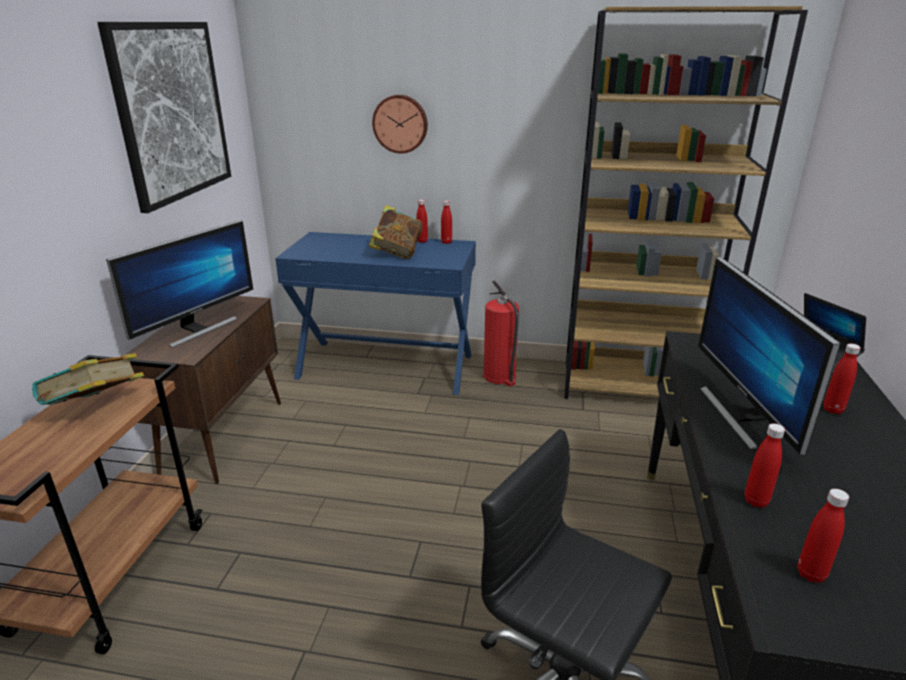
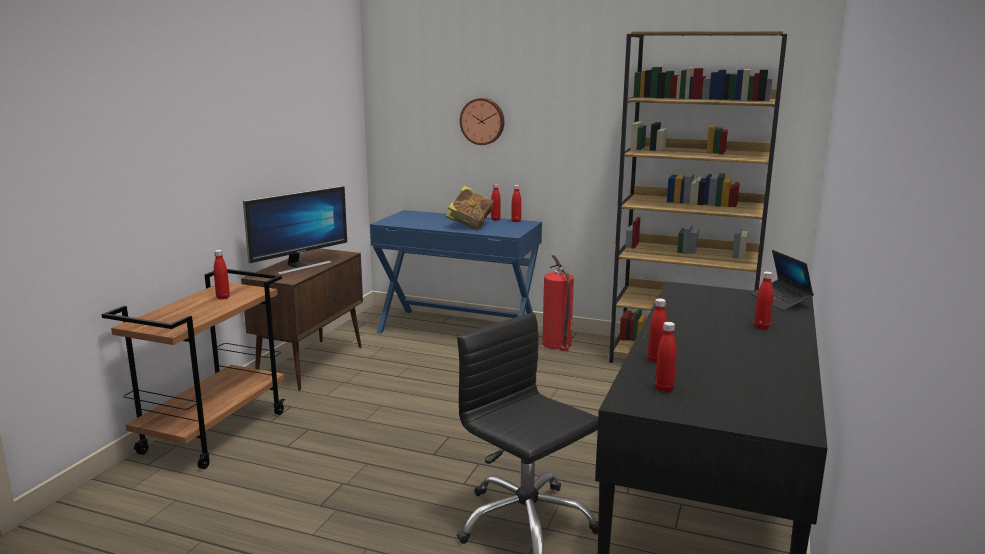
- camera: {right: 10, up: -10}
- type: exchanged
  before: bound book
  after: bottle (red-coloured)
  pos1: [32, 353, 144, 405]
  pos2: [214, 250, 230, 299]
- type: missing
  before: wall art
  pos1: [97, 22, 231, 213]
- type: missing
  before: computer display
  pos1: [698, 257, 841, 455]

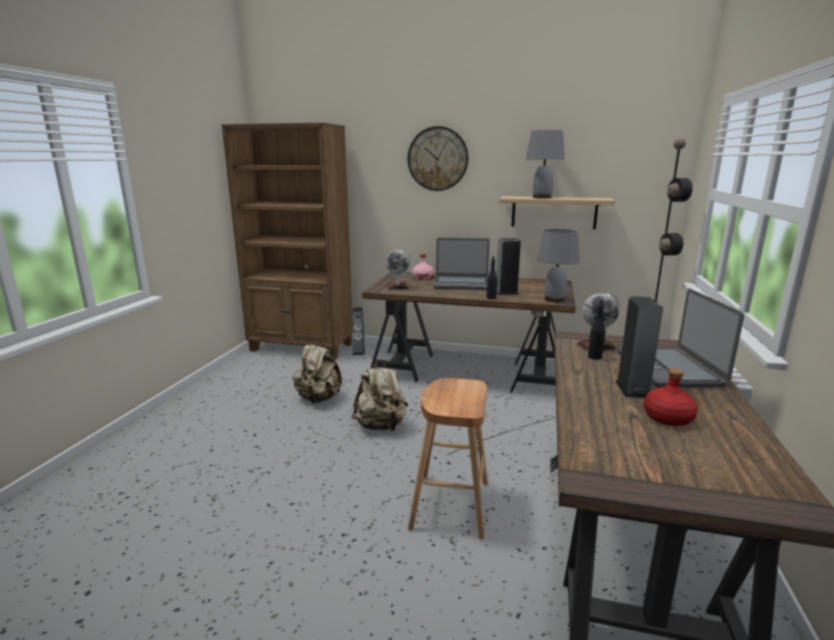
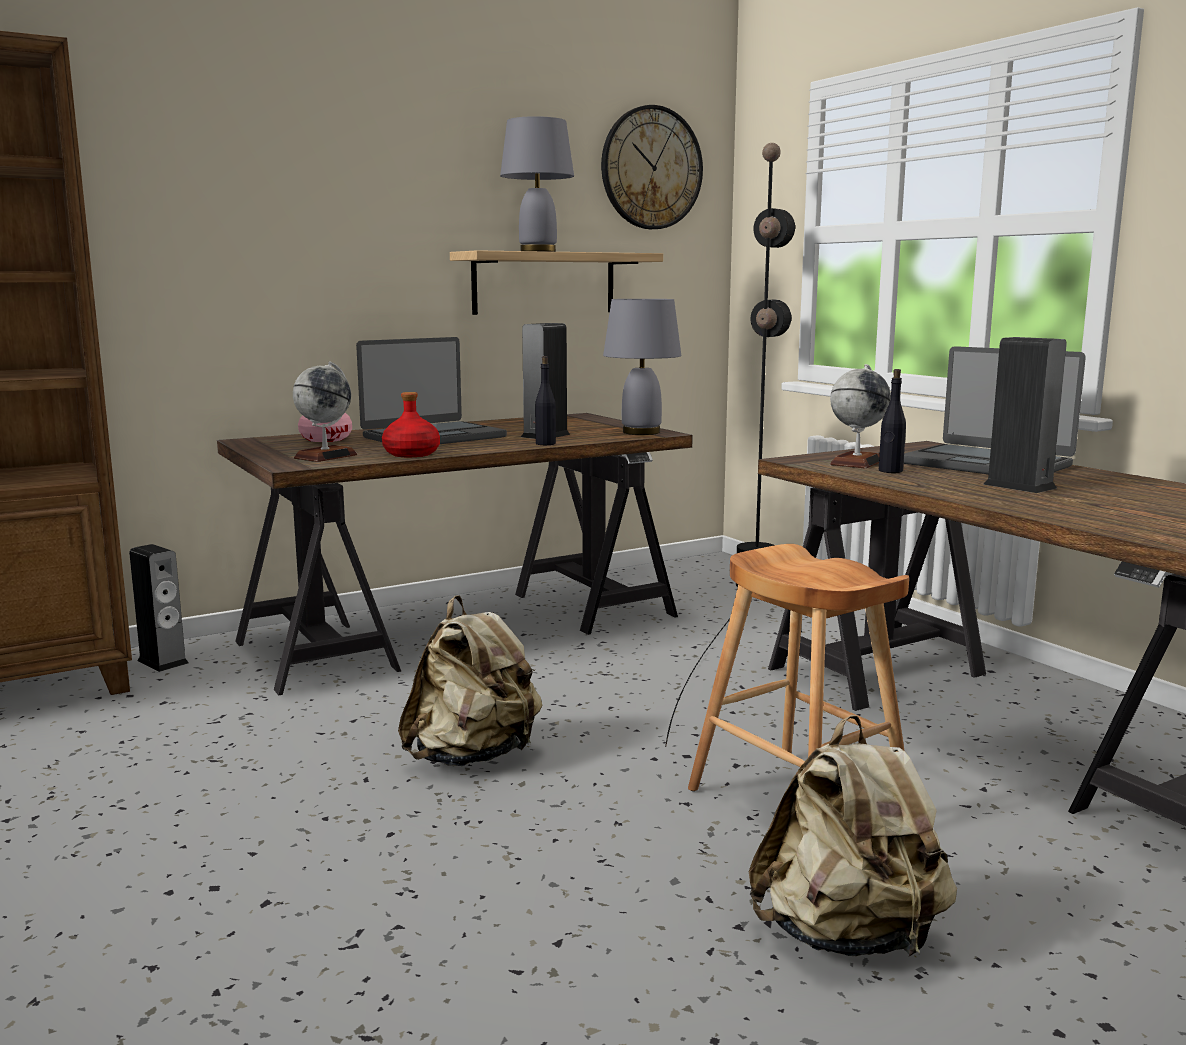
- camera: {right: -45, up: -5}
- type: relocated
  before: bottle (red-coloured)
  pos1: [643, 368, 698, 426]
  pos2: [382, 392, 440, 457]
- type: relocated
  before: wall clock
  pos1: [408, 126, 468, 191]
  pos2: [601, 105, 703, 229]
- type: relocated
  before: knapsack (beige-coloured)
  pos1: [293, 339, 342, 404]
  pos2: [749, 715, 957, 957]

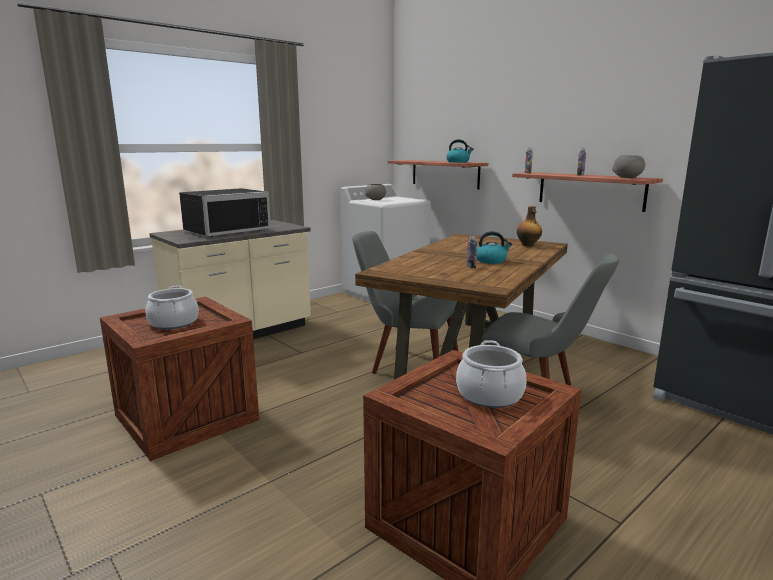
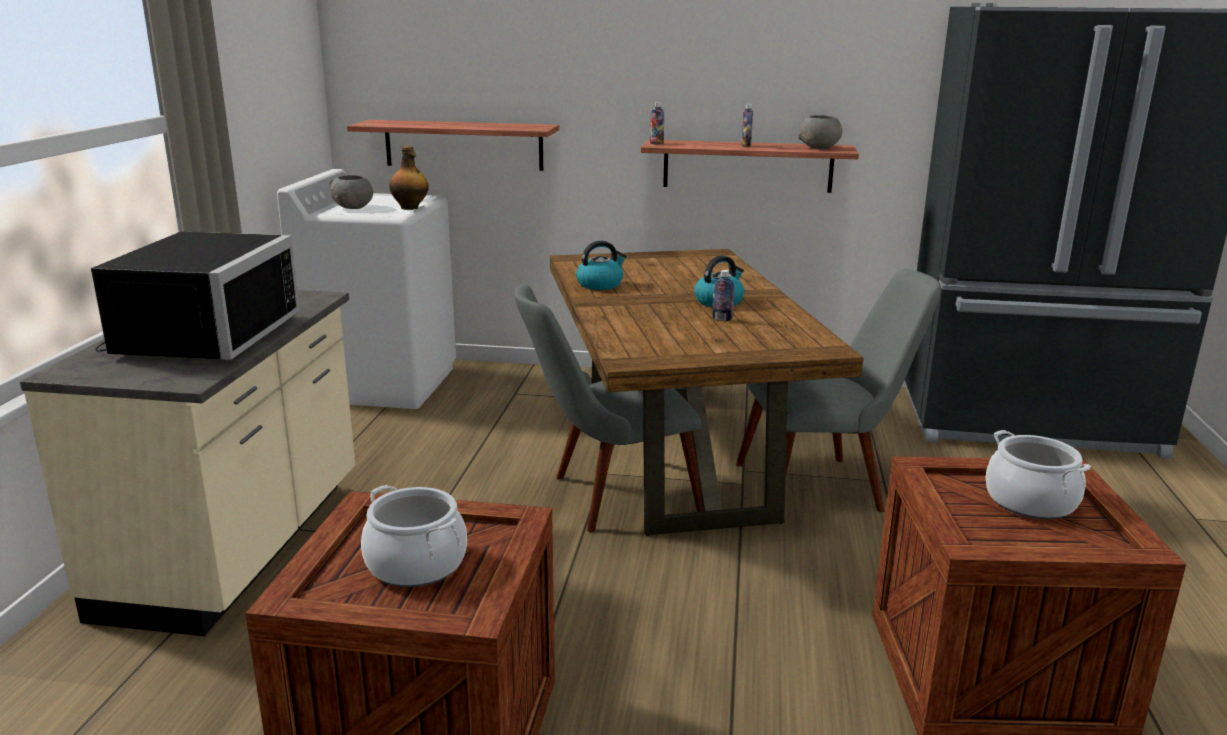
- camera: {right: -40, up: 5}
- type: relocated
  before: bottle
  pos1: [517, 206, 542, 247]
  pos2: [389, 146, 429, 210]
- type: relocated
  before: tea kettle
  pos1: [446, 139, 473, 163]
  pos2: [576, 241, 627, 290]

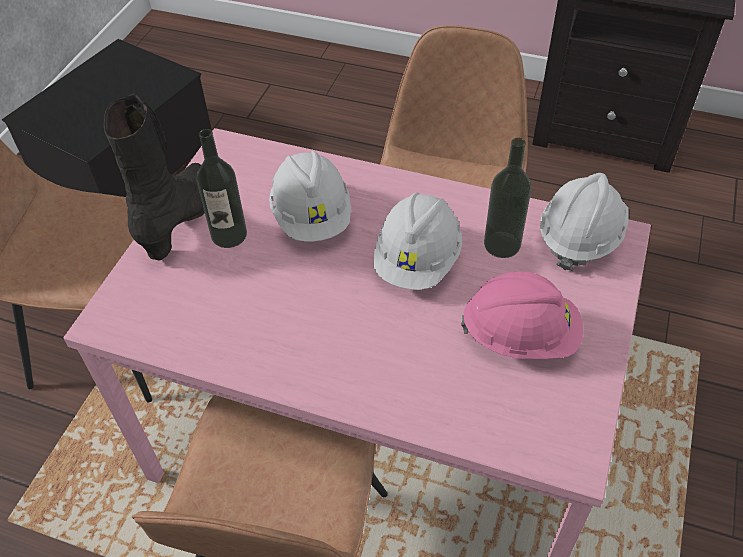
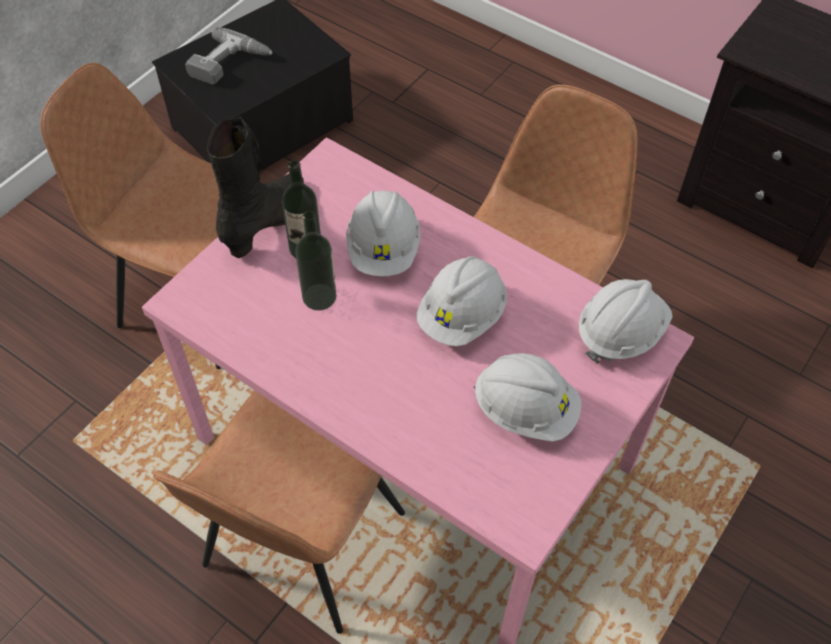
- camera: {right: 15, up: 5}
- type: appeared
  after: power drill
  pos2: [185, 27, 272, 85]
- type: relocated
  before: bottle
  pos1: [484, 138, 531, 258]
  pos2: [295, 211, 336, 311]
- type: colour
  before: safety helmet (pinkish)
  after: safety helmet (whitish)
  pos1: [461, 271, 583, 359]
  pos2: [474, 353, 581, 442]

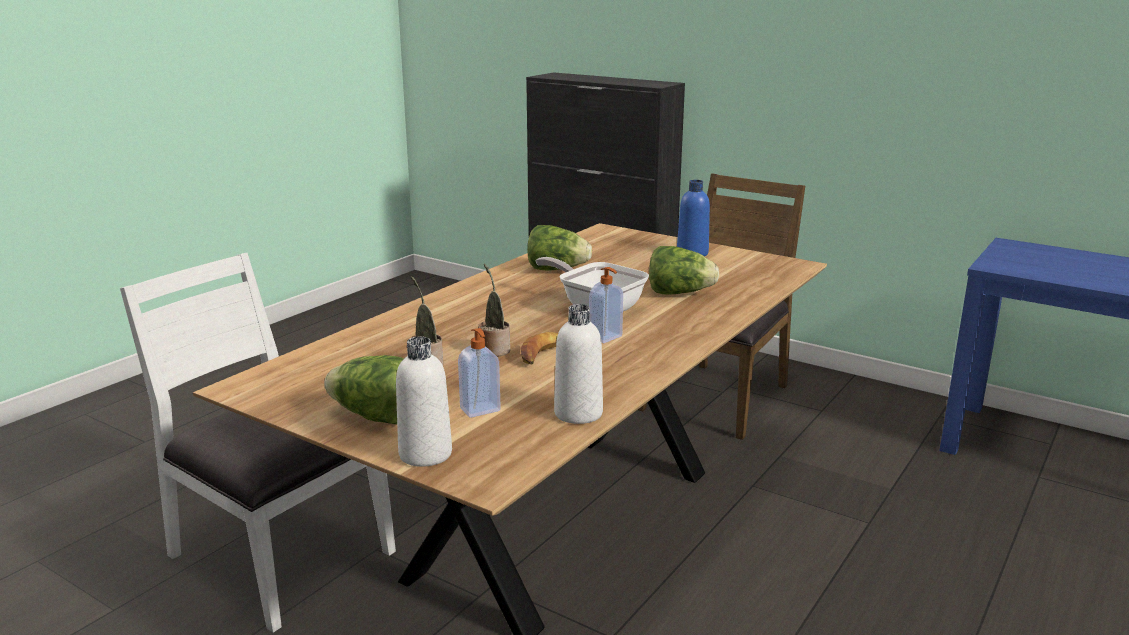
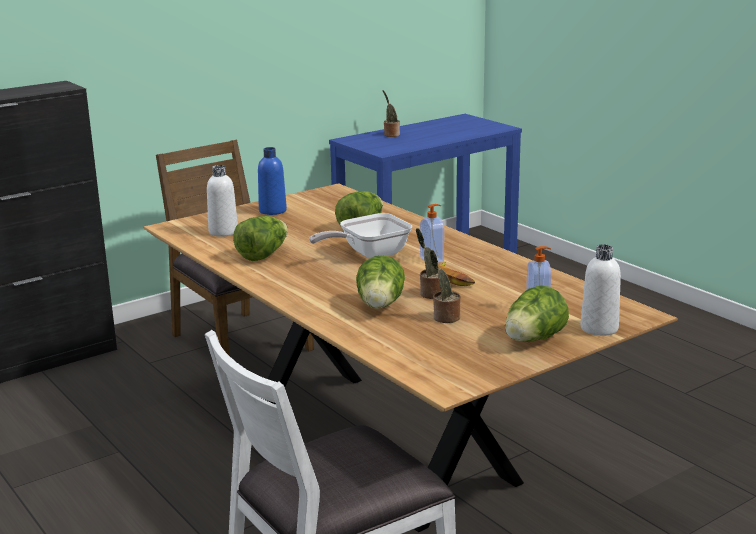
- camera: {right: -70, up: 0}
- type: relocated
  before: bottle (whitish)
  pos1: [554, 304, 603, 424]
  pos2: [207, 165, 238, 237]
- type: appeared
  after: lettuce
  pos2: [356, 255, 405, 309]
- type: appeared
  after: houseplant
  pos2: [383, 90, 400, 137]

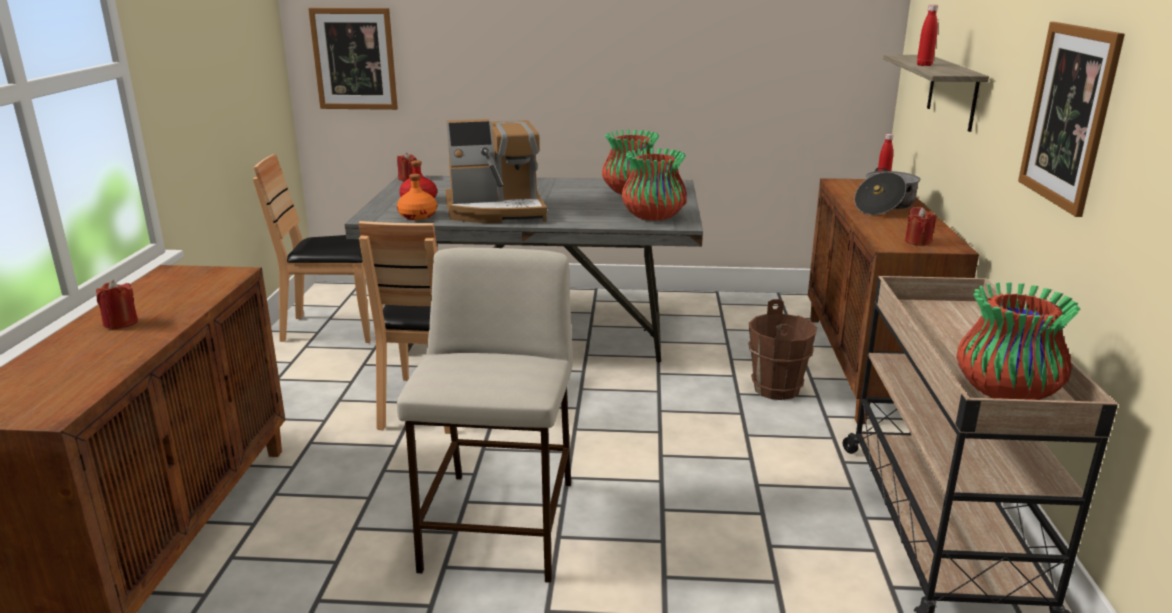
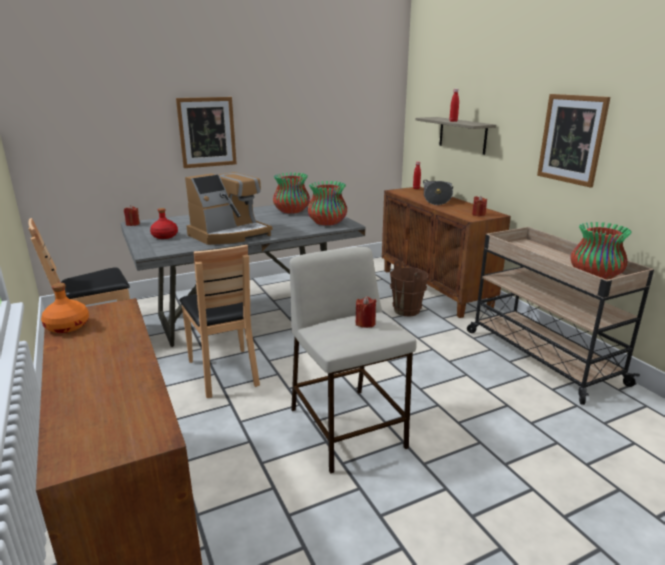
- camera: {right: -30, up: 0}
- type: relocated
  before: bottle (orange-coloured)
  pos1: [397, 174, 437, 220]
  pos2: [41, 283, 89, 333]
- type: relocated
  before: wall art
  pos1: [308, 8, 398, 110]
  pos2: [176, 97, 237, 168]
- type: relocated
  before: candle (red-coloured)
  pos1: [96, 280, 138, 329]
  pos2: [356, 296, 377, 328]

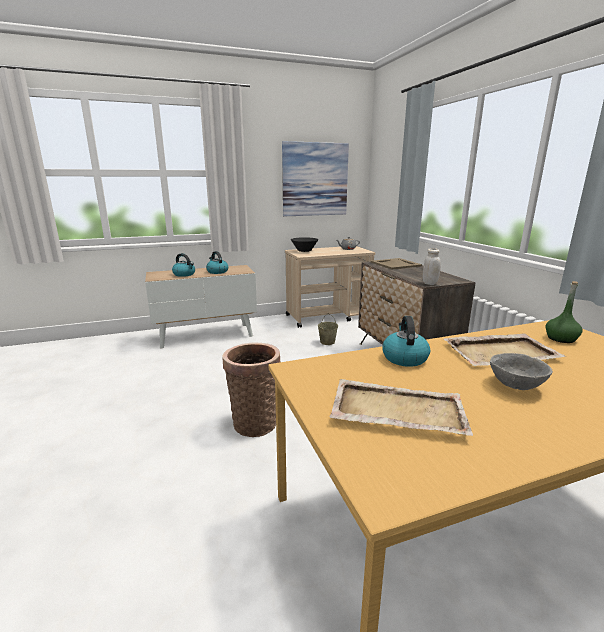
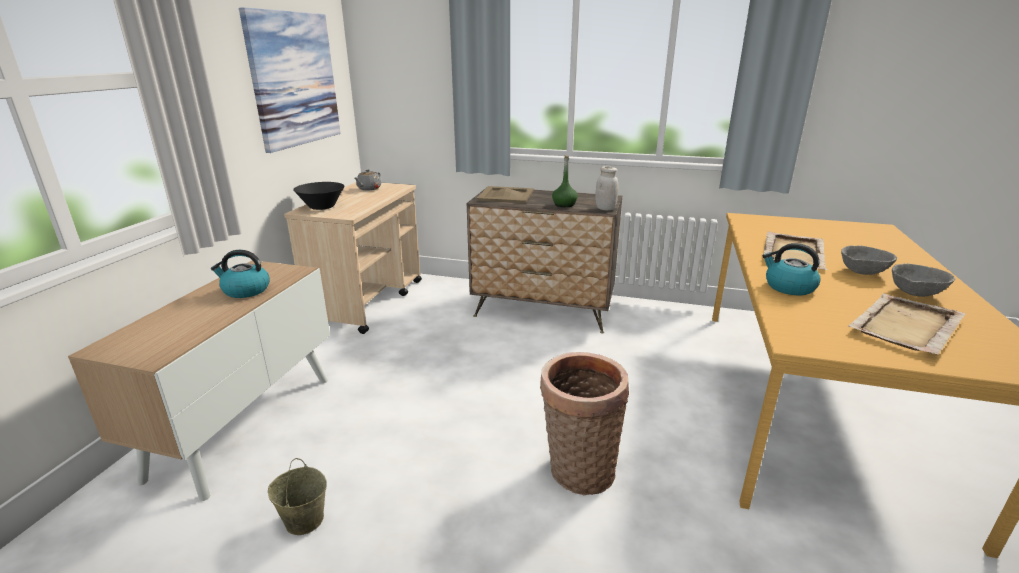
- camera: {right: -55, up: 5}
- type: relocated
  before: pail (beige-coloured)
  pos1: [318, 314, 338, 345]
  pos2: [268, 458, 327, 535]
- type: relocated
  before: bottle (green)
  pos1: [546, 281, 583, 343]
  pos2: [552, 155, 578, 207]
- type: appeared
  after: bowl (grey)
  pos2: [892, 263, 955, 297]
- type: missing
  before: tea kettle
  pos1: [172, 253, 195, 277]

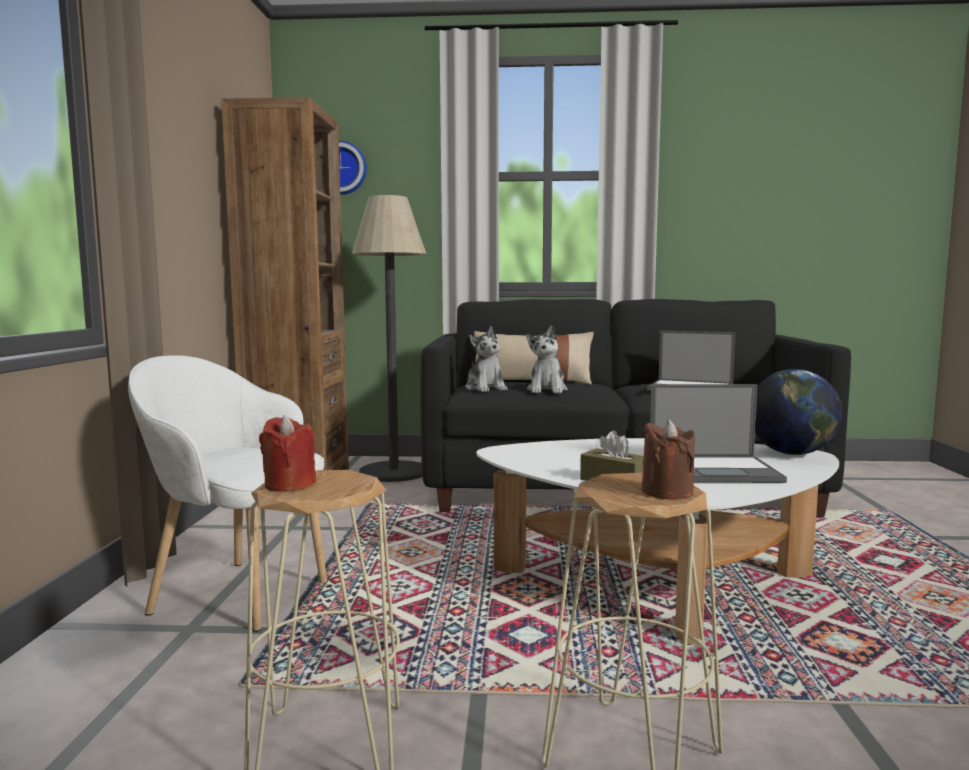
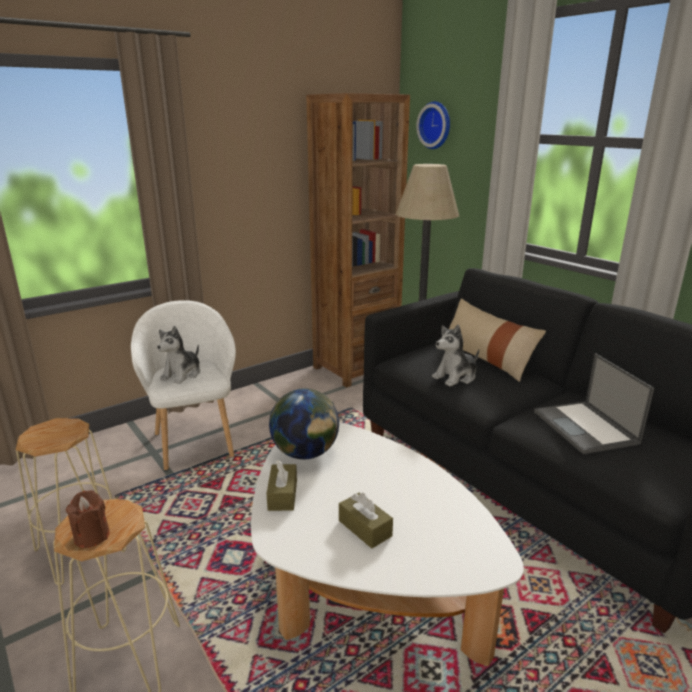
- camera: {right: 50, up: 15}
- type: relocated
  before: cuddly toy
  pos1: [466, 326, 508, 392]
  pos2: [157, 326, 200, 384]
- type: relocated
  before: desk globe
  pos1: [755, 369, 842, 455]
  pos2: [269, 388, 339, 459]
- type: exchanged
  before: laptop
  after: box of tissues (brown)
  pos1: [650, 384, 787, 483]
  pos2: [339, 493, 393, 548]
- type: missing
  before: candle (red-coloured)
  pos1: [259, 415, 317, 492]

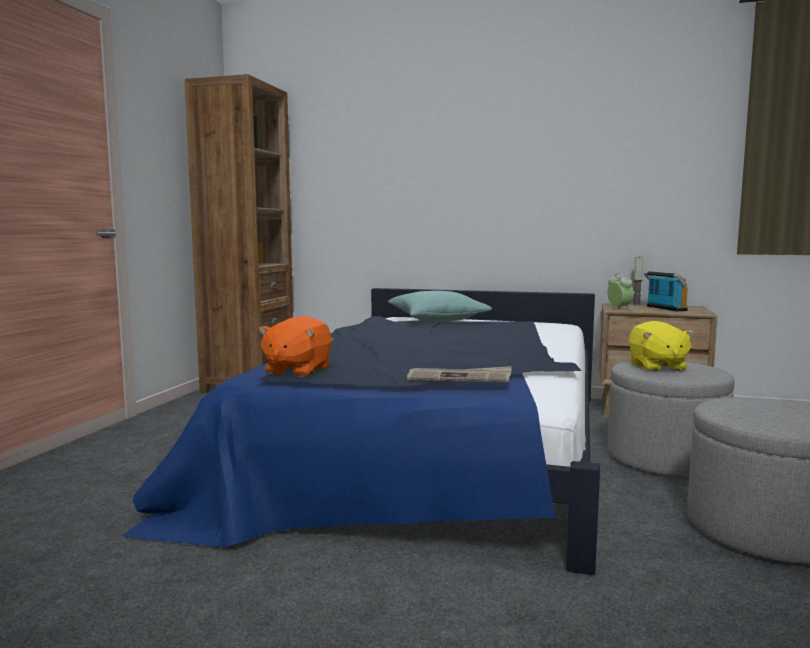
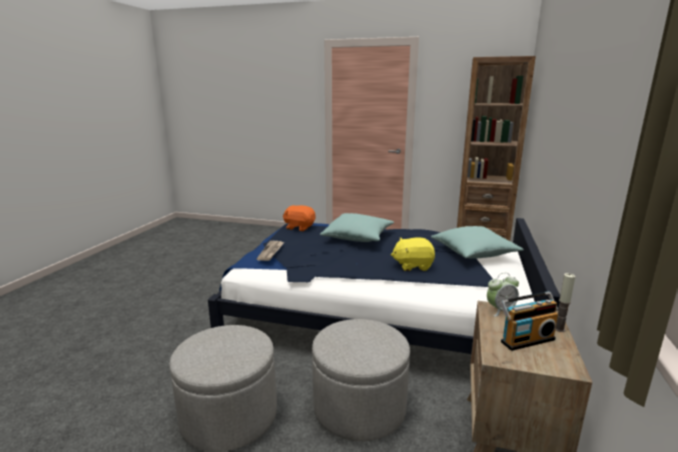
- camera: {right: 90, up: 10}
- type: appeared
  after: cushion (blue-green)
  pos2: [320, 213, 394, 242]
- type: relocated
  before: cuddly toy (yellow-coloured)
  pos1: [629, 321, 694, 372]
  pos2: [391, 238, 435, 271]

